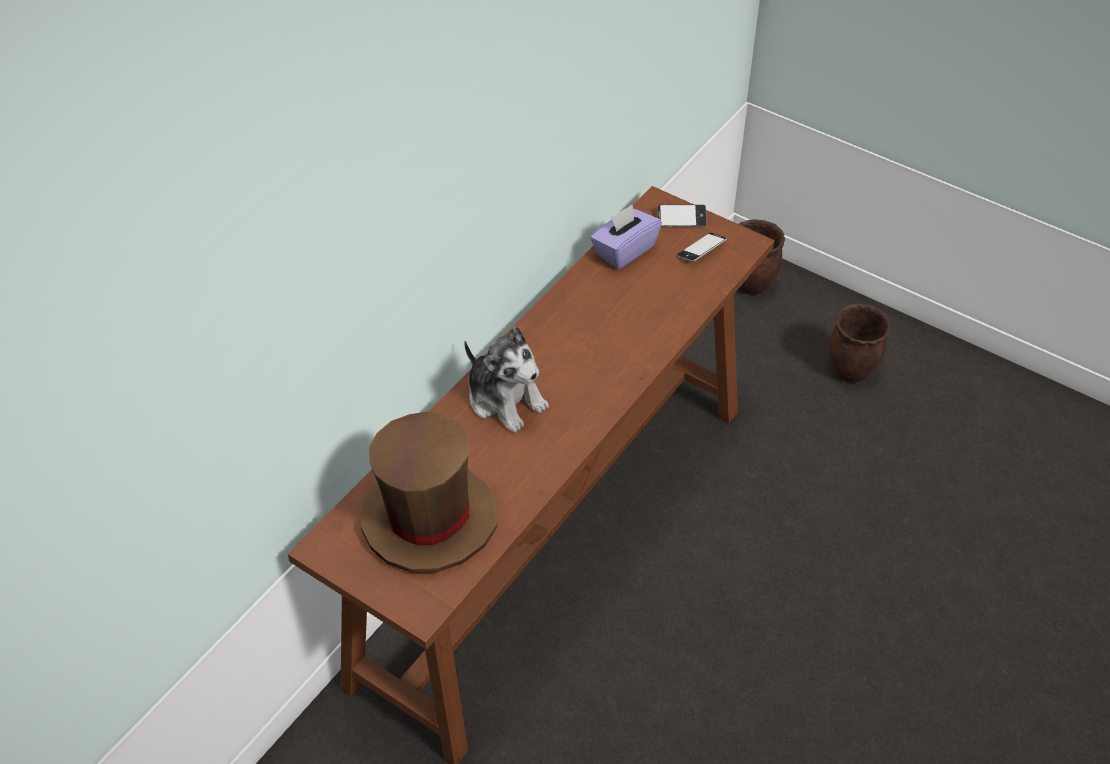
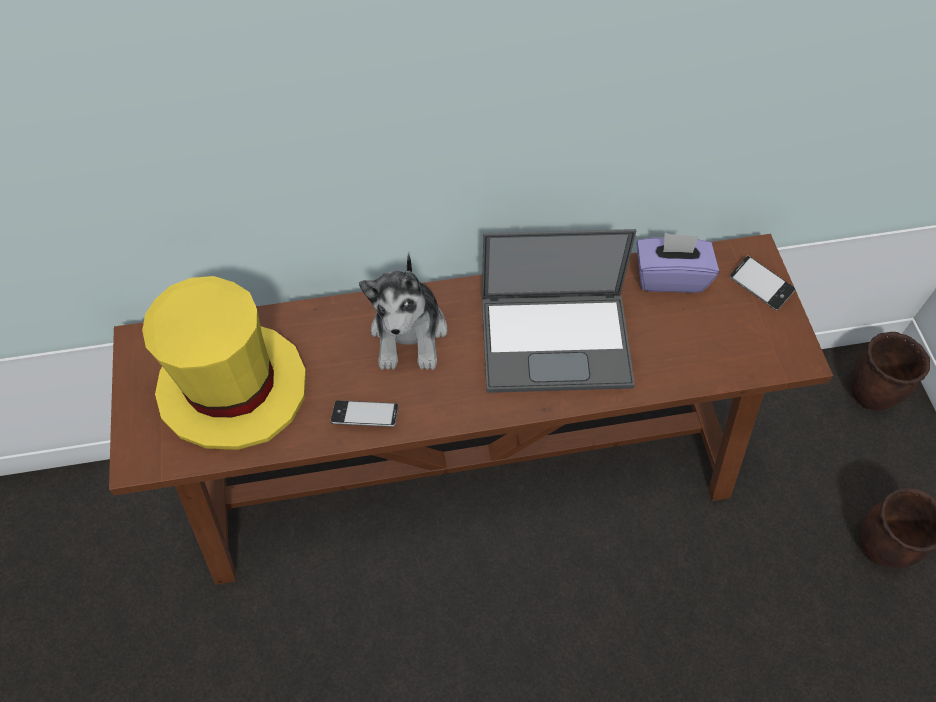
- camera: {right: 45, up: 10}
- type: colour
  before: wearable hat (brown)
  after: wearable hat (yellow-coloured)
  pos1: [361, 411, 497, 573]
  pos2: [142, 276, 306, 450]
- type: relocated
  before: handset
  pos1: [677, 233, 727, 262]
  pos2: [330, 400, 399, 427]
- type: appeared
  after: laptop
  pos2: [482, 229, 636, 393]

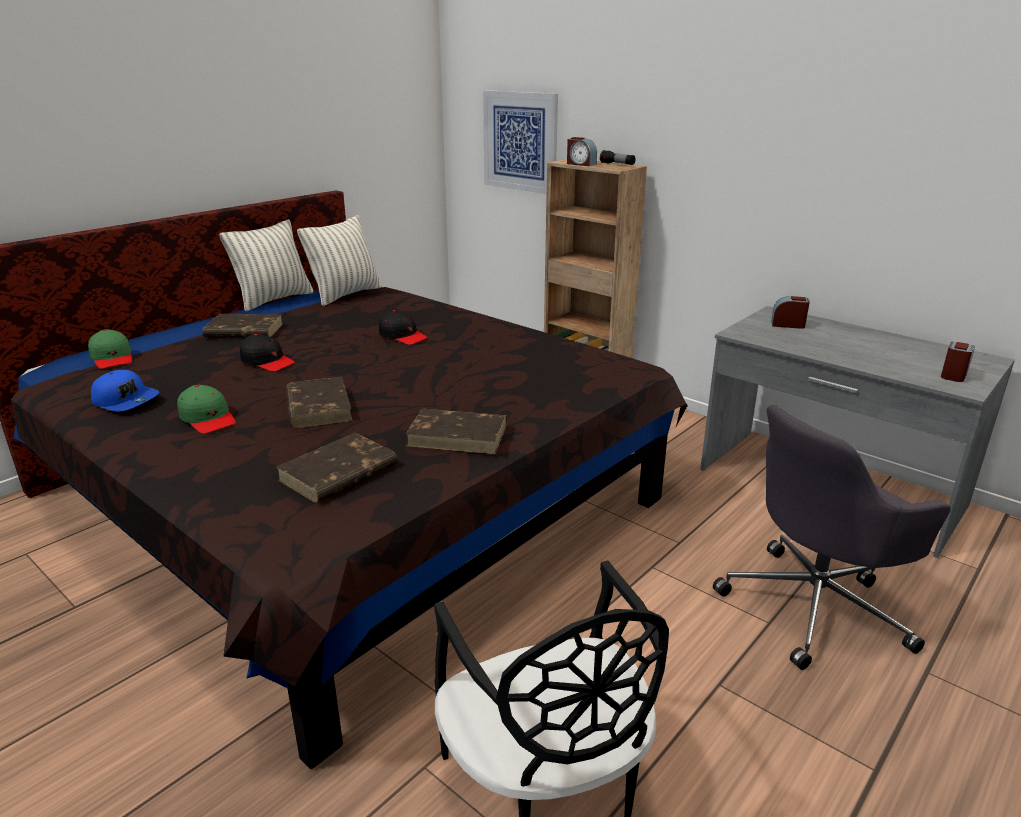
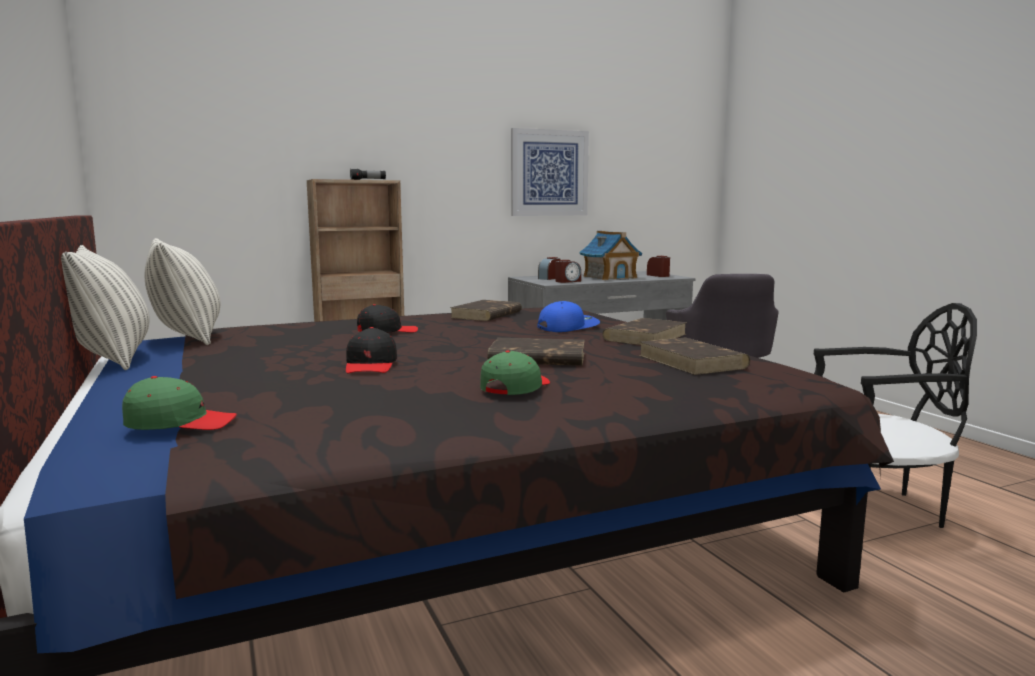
- camera: {right: -65, up: -15}
- type: spun
  before: cap (black-coloured)
  pos1: [240, 334, 295, 371]
  pos2: [346, 327, 397, 373]
  turn: 120
- type: relocated
  before: bound book (brown)
  pos1: [202, 314, 283, 338]
  pos2: [450, 300, 522, 321]
- type: spun
  before: cap (green)
  pos1: [177, 385, 236, 434]
  pos2: [480, 351, 550, 395]
  turn: -45
- type: relocated
  before: wall art
  pos1: [483, 90, 558, 194]
  pos2: [511, 128, 589, 216]
- type: relocated
  before: cap (bluish)
  pos1: [91, 370, 159, 412]
  pos2: [537, 301, 600, 332]
- type: relocated
  before: alarm clock
  pos1: [567, 137, 597, 166]
  pos2: [555, 260, 581, 283]
- type: appeared
  after: toy house
  pos2: [579, 231, 642, 280]

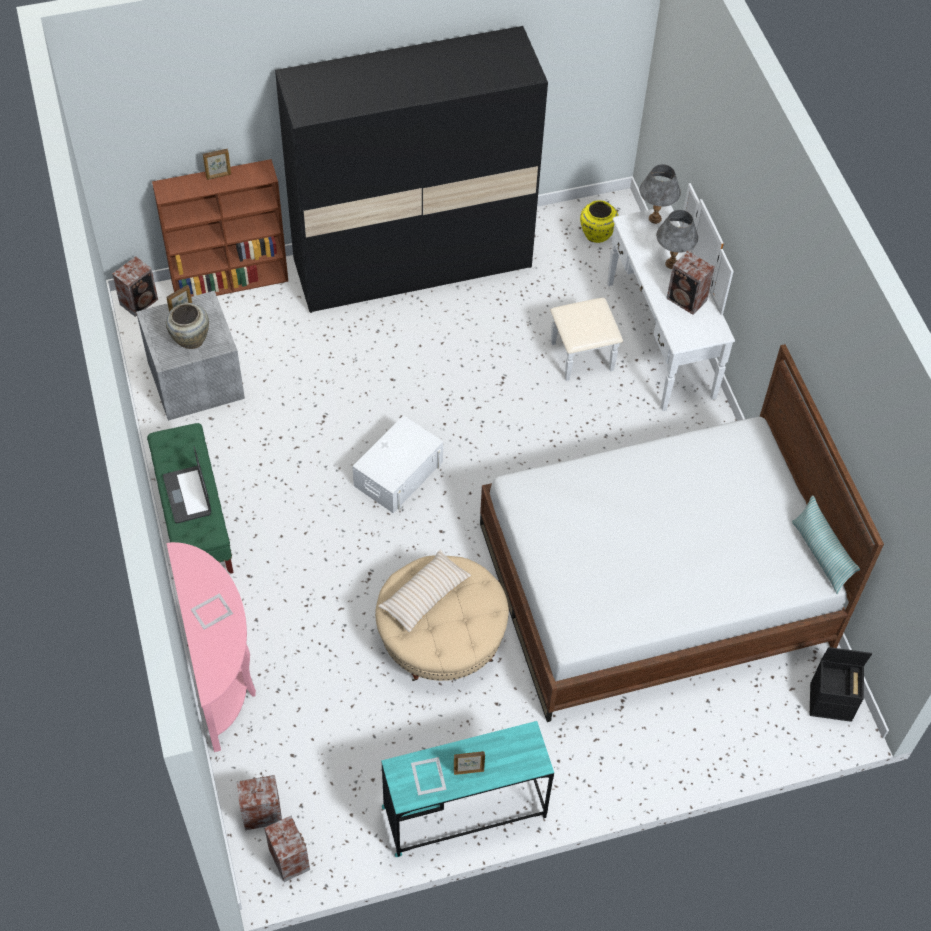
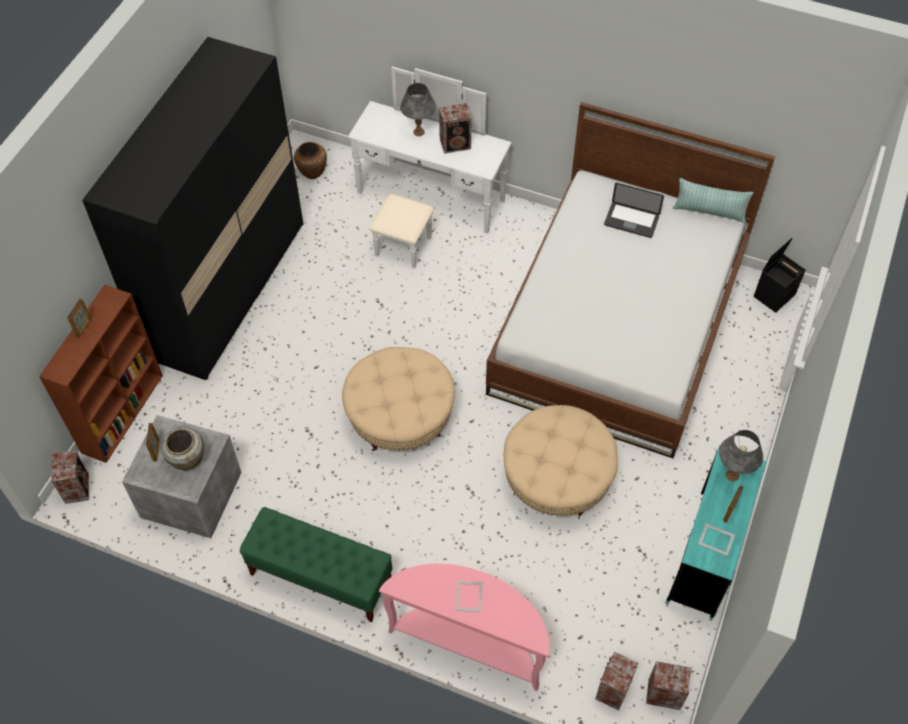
- camera: {right: -50, up: 0}
- type: colour
  before: decorative vase (yellow-coloured)
  after: decorative vase (brown)
  pos1: [580, 200, 618, 243]
  pos2: [294, 142, 327, 179]
- type: exchanged
  before: storage container (whitish)
  after: pouffe (beige-coloured)
  pos1: [353, 415, 443, 513]
  pos2: [342, 347, 455, 451]
- type: relocated
  before: laptop
  pos1: [163, 447, 211, 523]
  pos2: [604, 183, 664, 238]
- type: relocated
  before: lamp for a table (grey)
  pos1: [639, 164, 681, 224]
  pos2: [719, 430, 763, 481]
- type: missing
  before: cushion (beige-coloured)
  pos1: [378, 550, 472, 633]

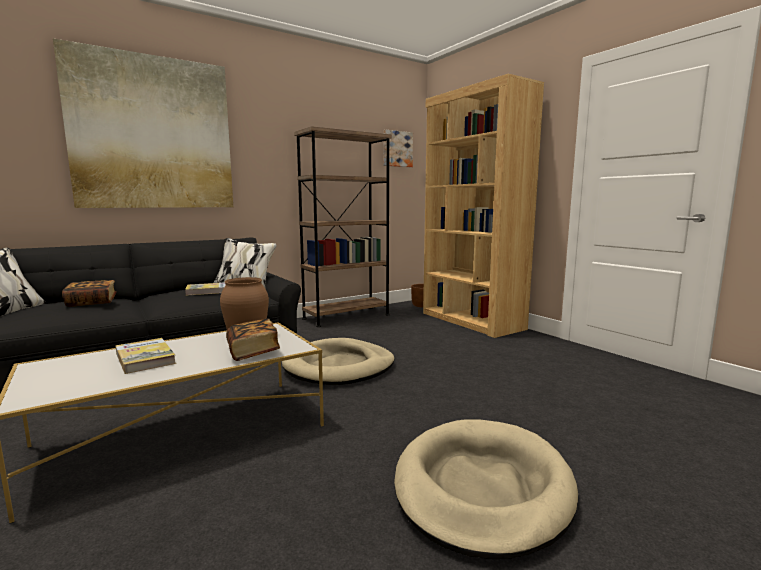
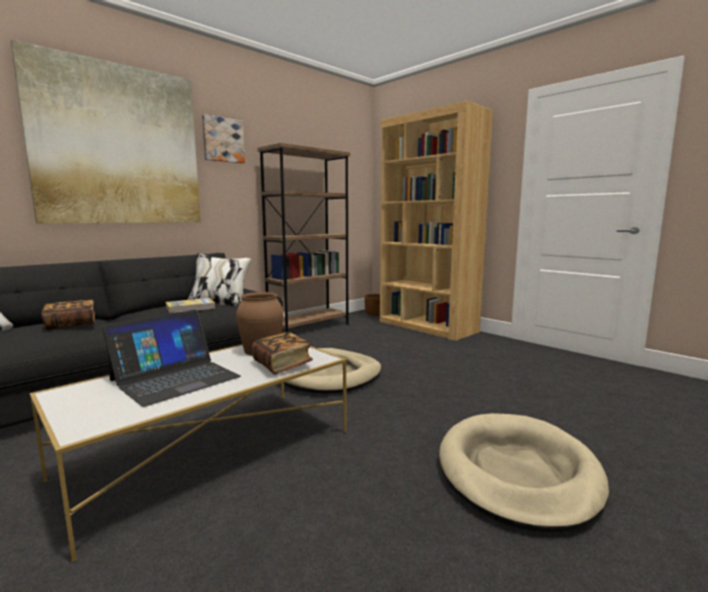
- camera: {right: -10, up: 0}
- type: exchanged
  before: bound book
  after: laptop
  pos1: [115, 338, 176, 374]
  pos2: [102, 310, 241, 407]
- type: relocated
  before: wall art
  pos1: [383, 130, 413, 167]
  pos2: [202, 114, 245, 164]

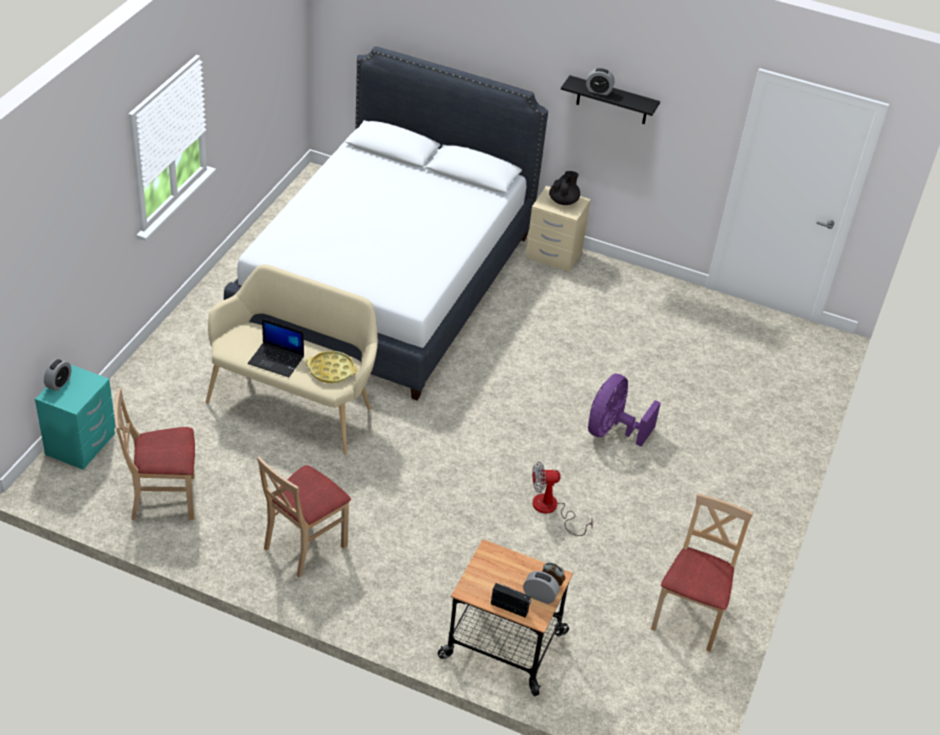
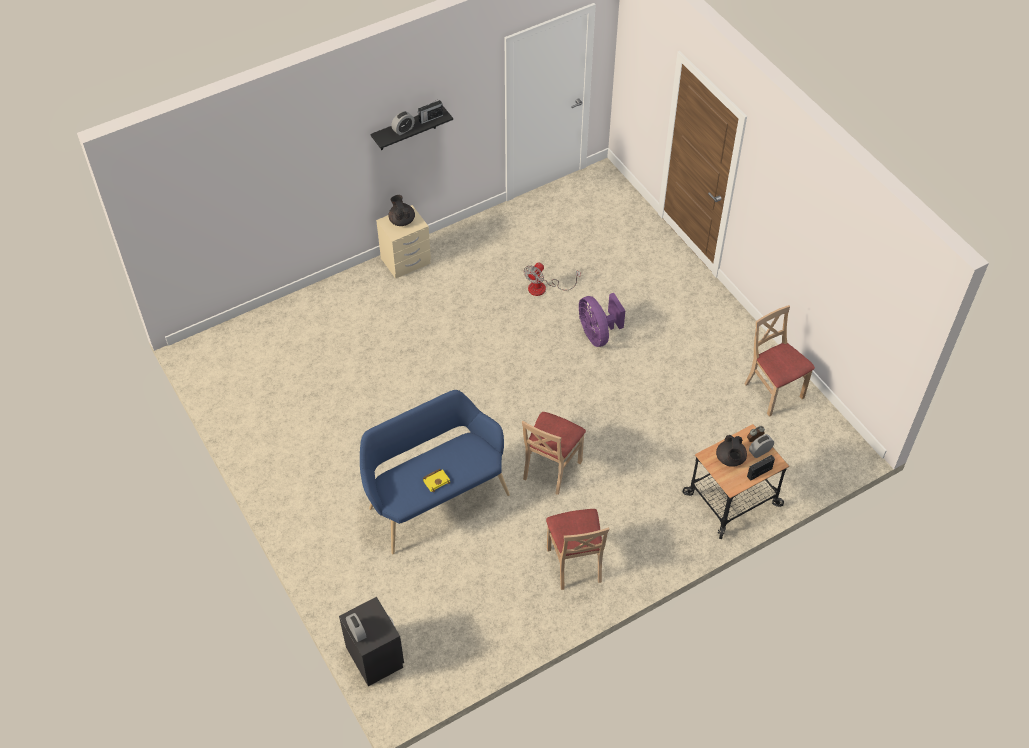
- camera: {right: -50, up: 10}
- type: colour
  before: night table (blue-green)
  after: night table (black-coloured)
  pos1: [35, 364, 116, 470]
  pos2: [339, 597, 404, 686]
- type: colour
  before: indoor bench (beige-coloured)
  after: indoor bench (bluish)
  pos1: [206, 264, 378, 455]
  pos2: [360, 390, 510, 554]
- type: appeared
  after: radio receiver
  pos2: [418, 99, 443, 124]
- type: exchanged
  before: laptop
  after: bound book (yellow-coloured)
  pos1: [248, 319, 304, 377]
  pos2: [423, 469, 450, 492]
- type: relocated
  before: upright chair (beige-coloured)
  pos1: [115, 388, 195, 520]
  pos2: [522, 412, 586, 495]
- type: relocated
  before: cooling fan
  pos1: [532, 461, 593, 536]
  pos2: [524, 262, 580, 296]
- type: appeared
  after: tea pot (black-coloured)
  pos2: [716, 435, 747, 467]
- type: missing
  before: sleeping bed (whitish)
  pos1: [224, 46, 548, 401]
- type: missing
  before: serving tray (yellow-coloured)
  pos1: [306, 351, 358, 383]

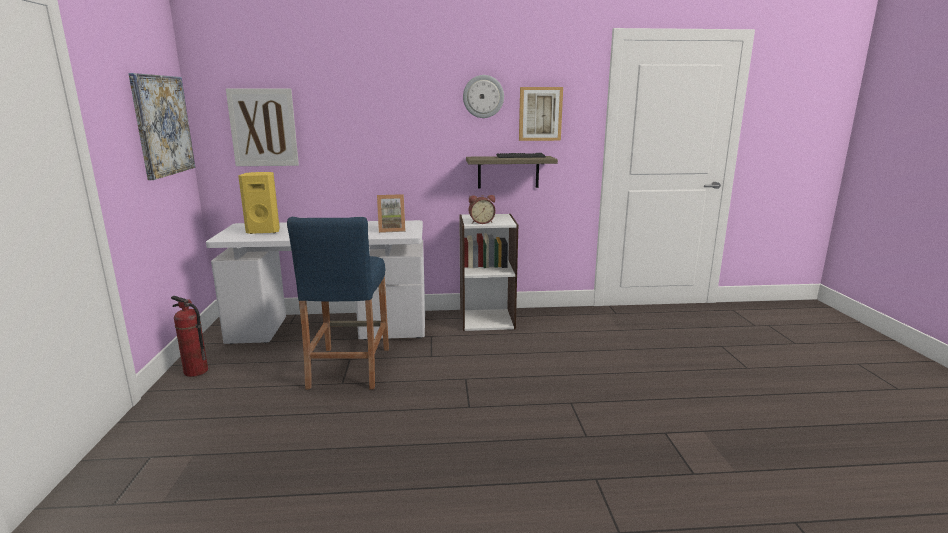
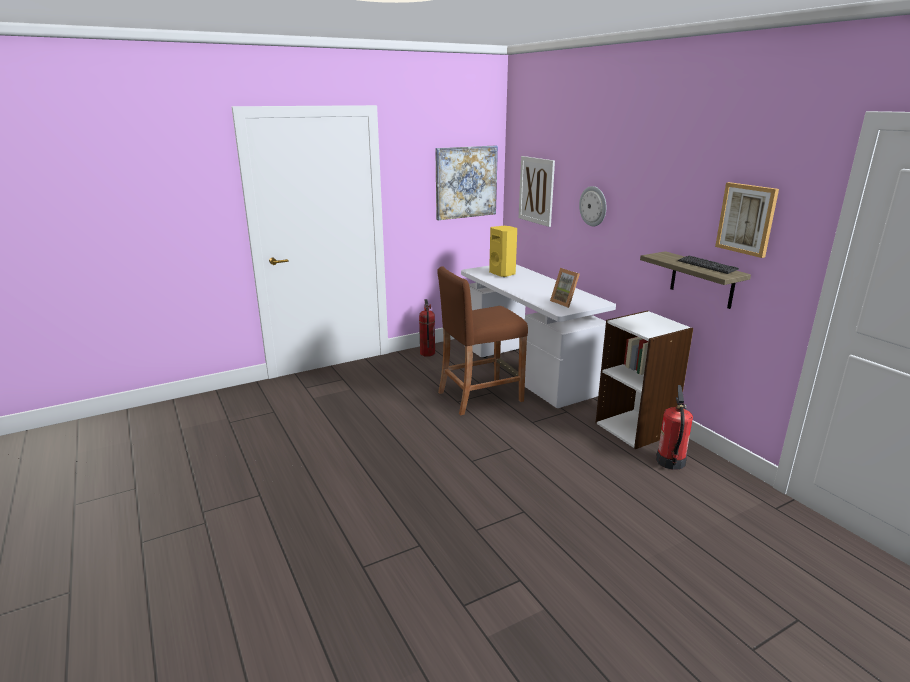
- camera: {right: 65, up: 5}
- type: colour
  before: stool seat (bluish)
  after: stool seat (brown)
  pos1: [287, 217, 389, 390]
  pos2: [437, 266, 528, 416]
- type: relocated
  before: wall clock
  pos1: [463, 75, 504, 118]
  pos2: [579, 186, 607, 226]
- type: appeared
  after: extinguisher
  pos2: [656, 385, 693, 470]
- type: missing
  before: alarm clock
  pos1: [469, 195, 496, 224]

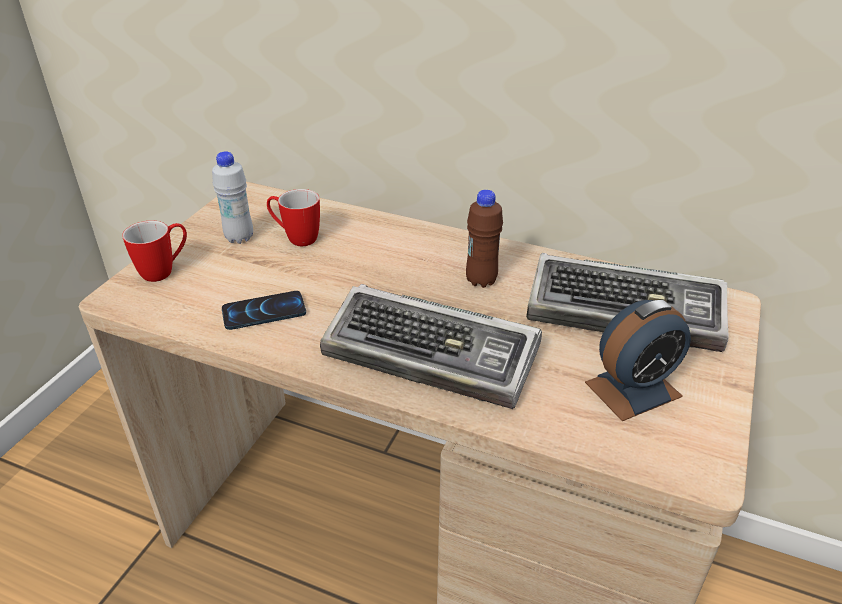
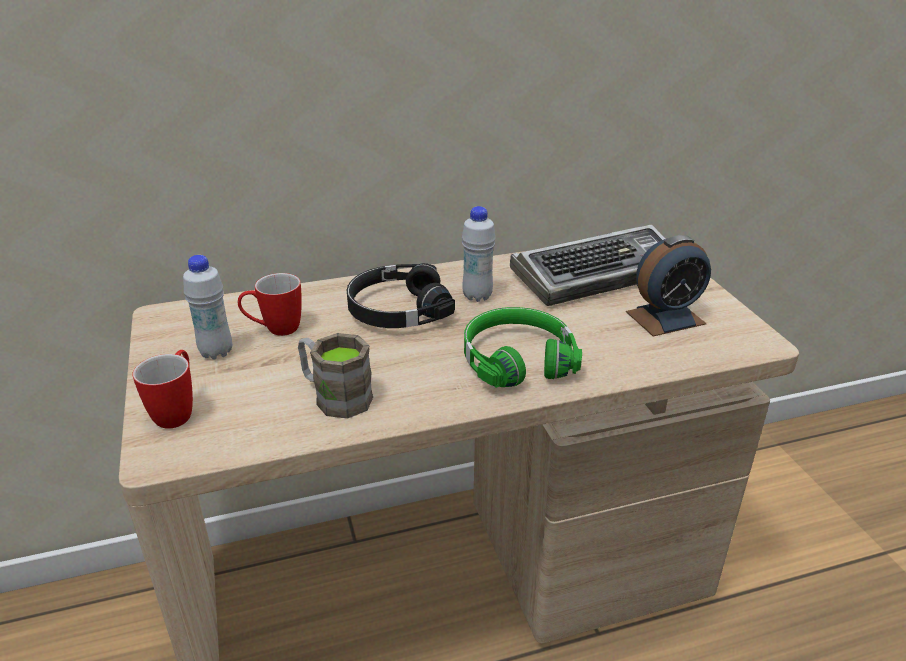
- camera: {right: -40, up: -5}
- type: exchanged
  before: handset
  after: tea mug (brown)
  pos1: [222, 291, 306, 330]
  pos2: [298, 333, 373, 419]
- type: appeared
  after: headset (black-coloured)
  pos2: [347, 263, 455, 328]
- type: colour
  before: bottle (brown)
  after: bottle (whitish)
  pos1: [466, 190, 503, 288]
  pos2: [462, 206, 496, 302]
- type: exchanged
  before: PC keyboard
  after: headset (green)
  pos1: [320, 284, 542, 409]
  pos2: [464, 307, 582, 388]
- type: spun
  before: alarm clock
  pos1: [585, 300, 691, 421]
  pos2: [626, 235, 711, 336]
  turn: 45

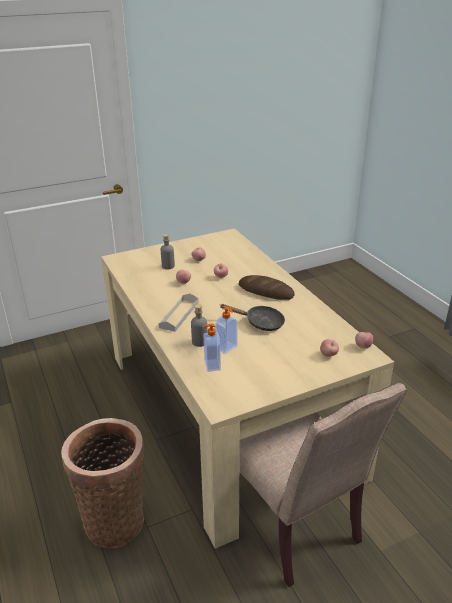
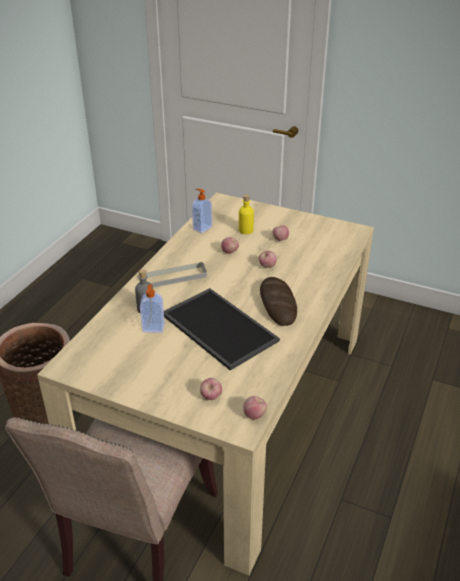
- camera: {right: 50, up: 5}
- type: exchanged
  before: frying pan (black-coloured)
  after: serving tray
  pos1: [220, 304, 285, 331]
  pos2: [164, 288, 280, 371]
- type: relocated
  before: liquid soap bottle
  pos1: [203, 324, 221, 372]
  pos2: [192, 189, 212, 233]
- type: colour
  before: bottle (grey)
  after: bottle (yellow-coloured)
  pos1: [160, 234, 175, 269]
  pos2: [239, 194, 254, 234]

